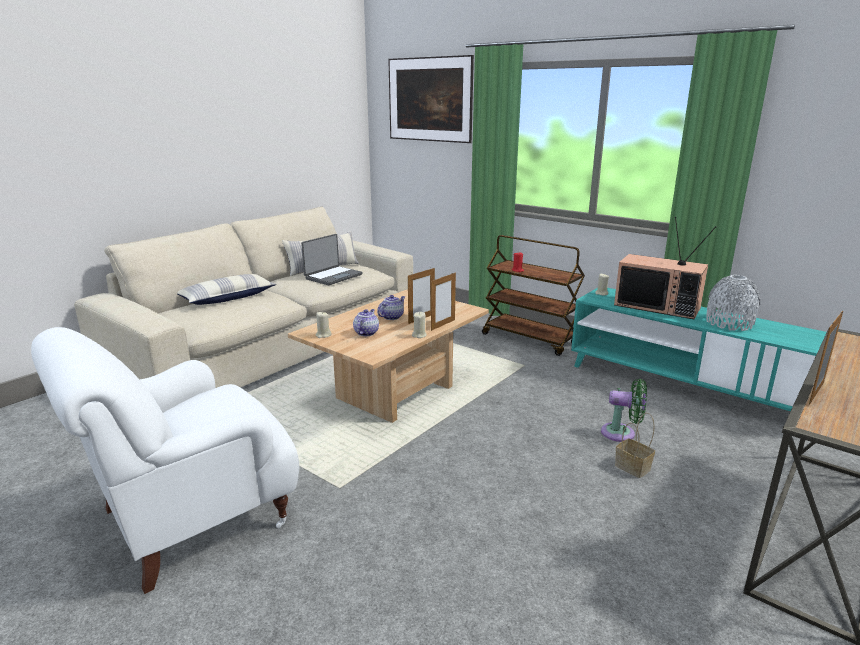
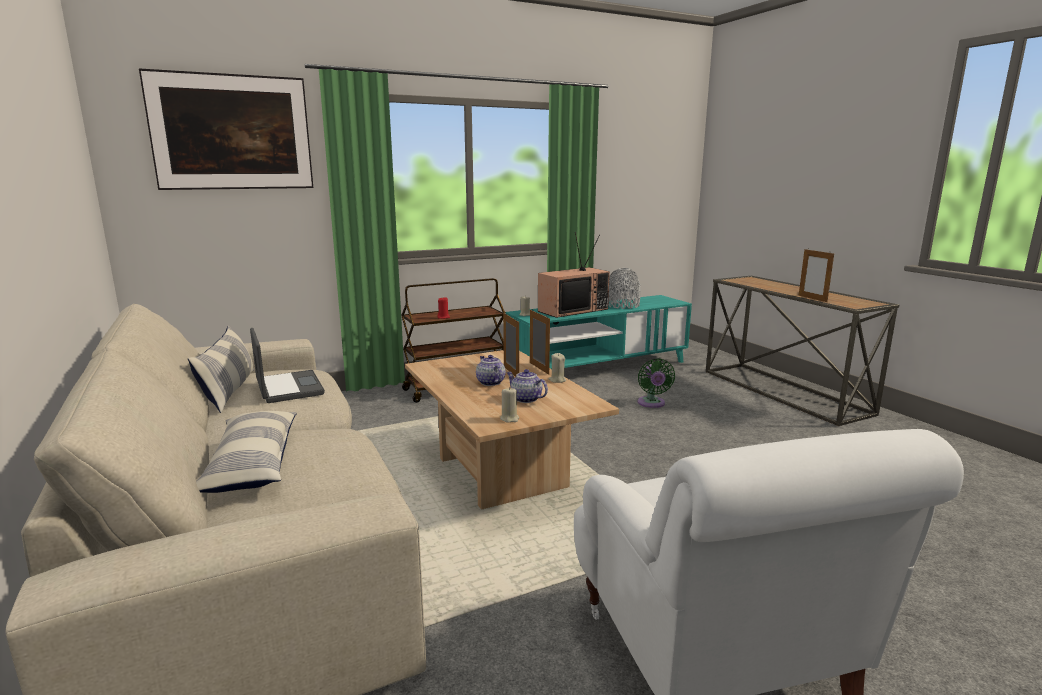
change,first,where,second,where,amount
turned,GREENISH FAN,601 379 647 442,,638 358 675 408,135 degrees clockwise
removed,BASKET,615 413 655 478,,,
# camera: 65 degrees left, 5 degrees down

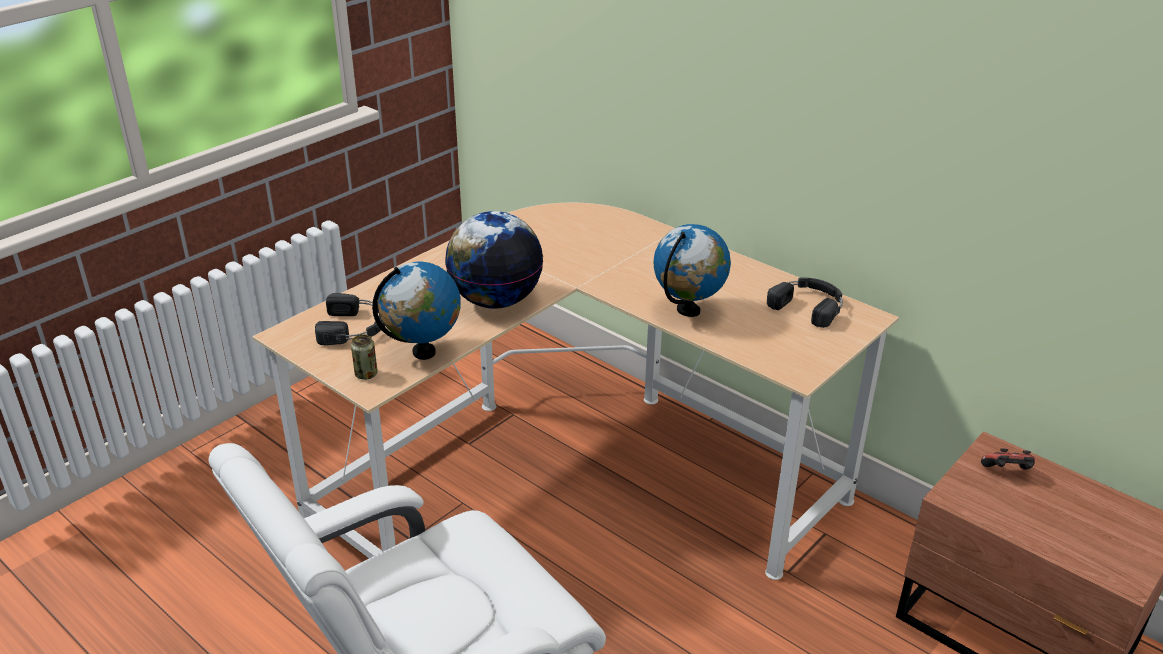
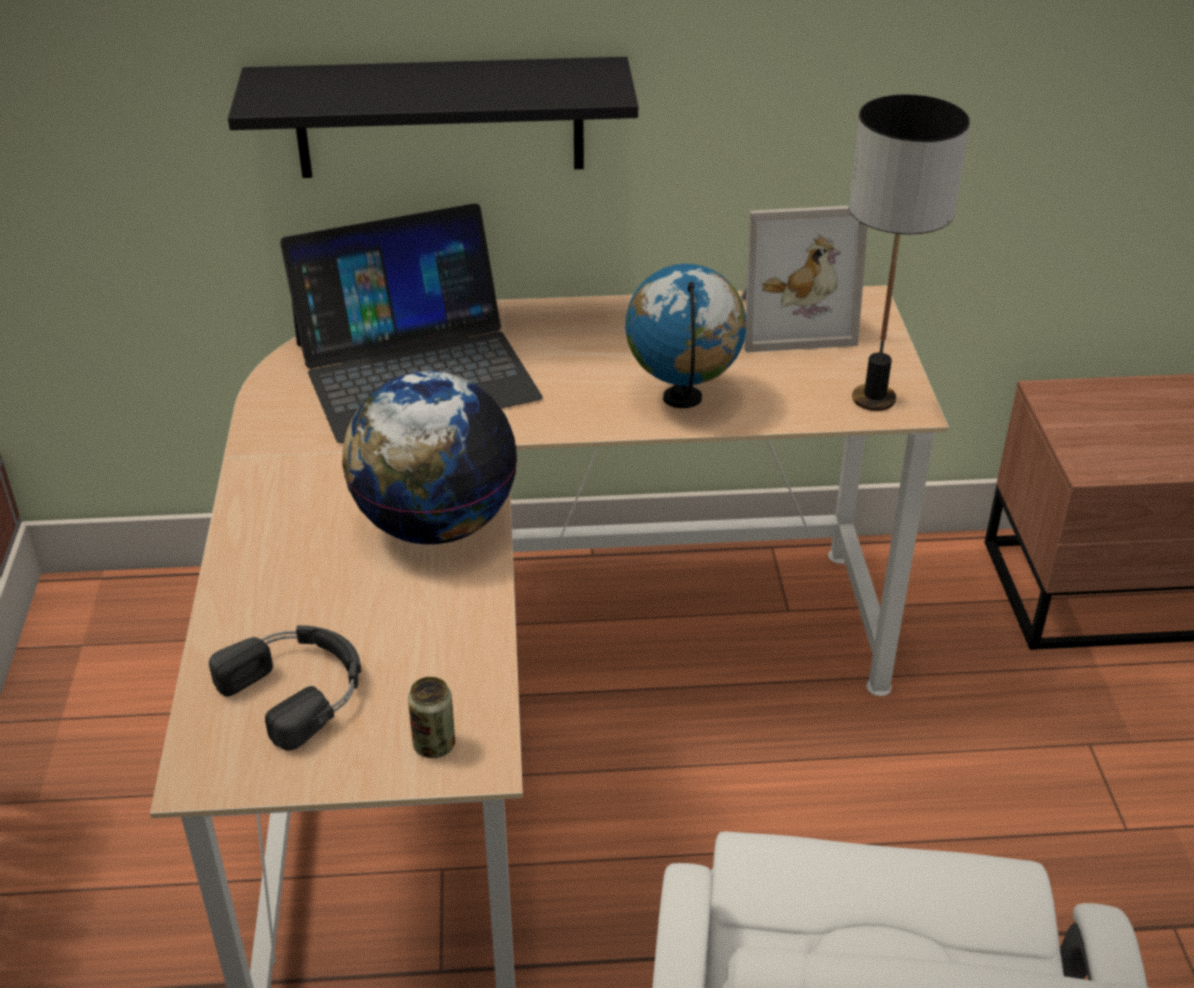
change,first,where,second,where,amount
removed,WORLD GLOBE,372 261 461 360,,,
replaced,BLACKISH PAIR OF HEADPHONES,767 278 843 328,STANDING FRAME,741 206 868 352,
removed,JOYPAD,981 448 1035 469,,,
added,,,BLACKISH SHELF,228 57 638 178,
added,,,NOTEBOOK COMPUTER,280 204 543 443,
added,,,LAMP FOR A TABLE,849 94 970 411,
# camera: 45 degrees left, 5 degrees up

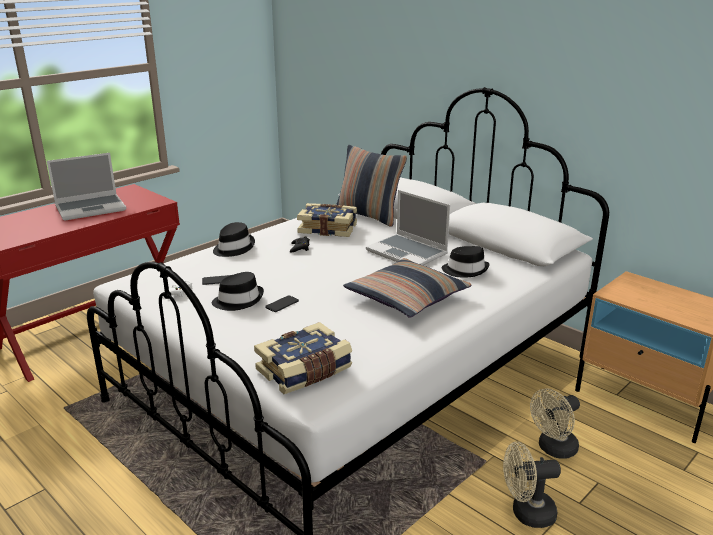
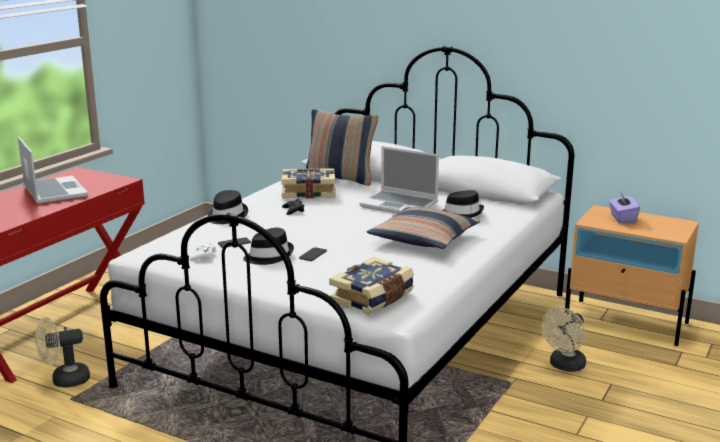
change,first,where,second,where,amount
turned,NOTEBOOK COMPUTER,47 153 126 221,,18 137 88 204,75 degrees counterclockwise
moved,BEIGE-COLOURED FAN,503 442 561 528,,35 317 90 388,
added,,,PURPLE-COLOURED BOX OF TISSUES,609 191 640 223,
# camera: 15 degrees left, 5 degrees down

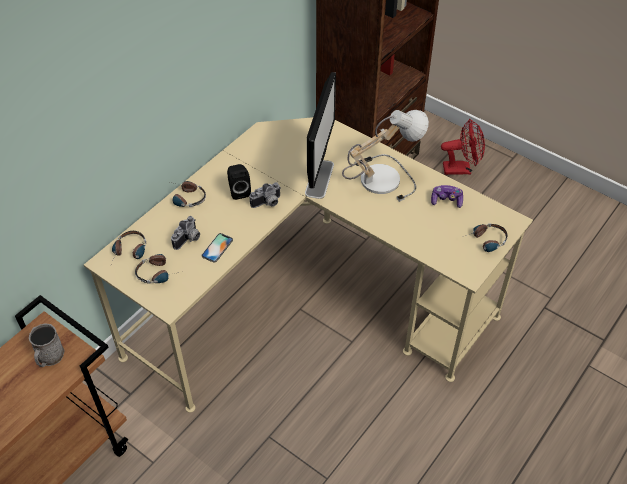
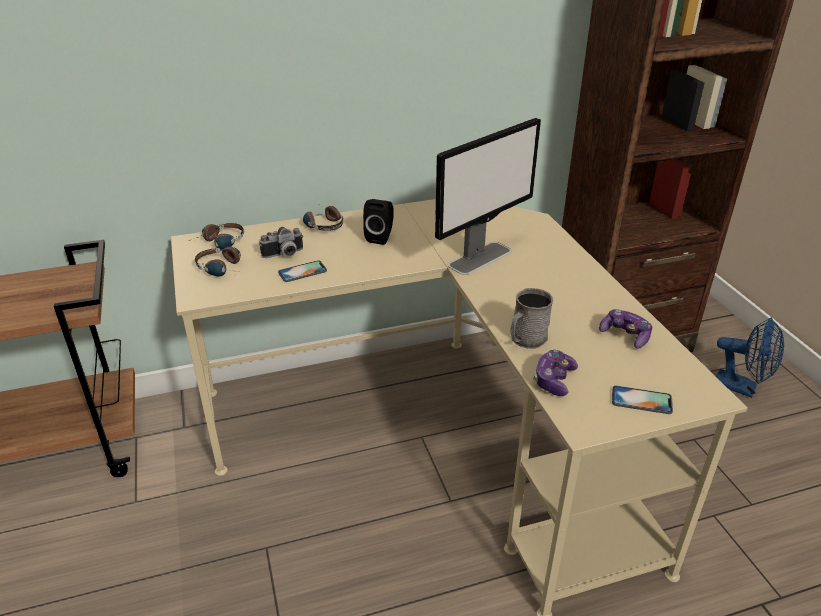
change,first,where,second,where,amount
moved,GREY MUG,29 323 65 367,,510 288 553 349,
removed,PHOTO CAMERA,250 182 281 208,,,
removed,LAMP FOR A TABLE,342 110 429 202,,,
recoloured,RED FAN,441 119 485 175,BLUISH FAN,716 318 784 398,
replaced,PAIR OF HEADPHONES,466 223 508 252,PHONE,612 385 673 414,
added,,,JOYPAD,533 350 578 396,
# camera: 35 degrees right, 15 degrees down

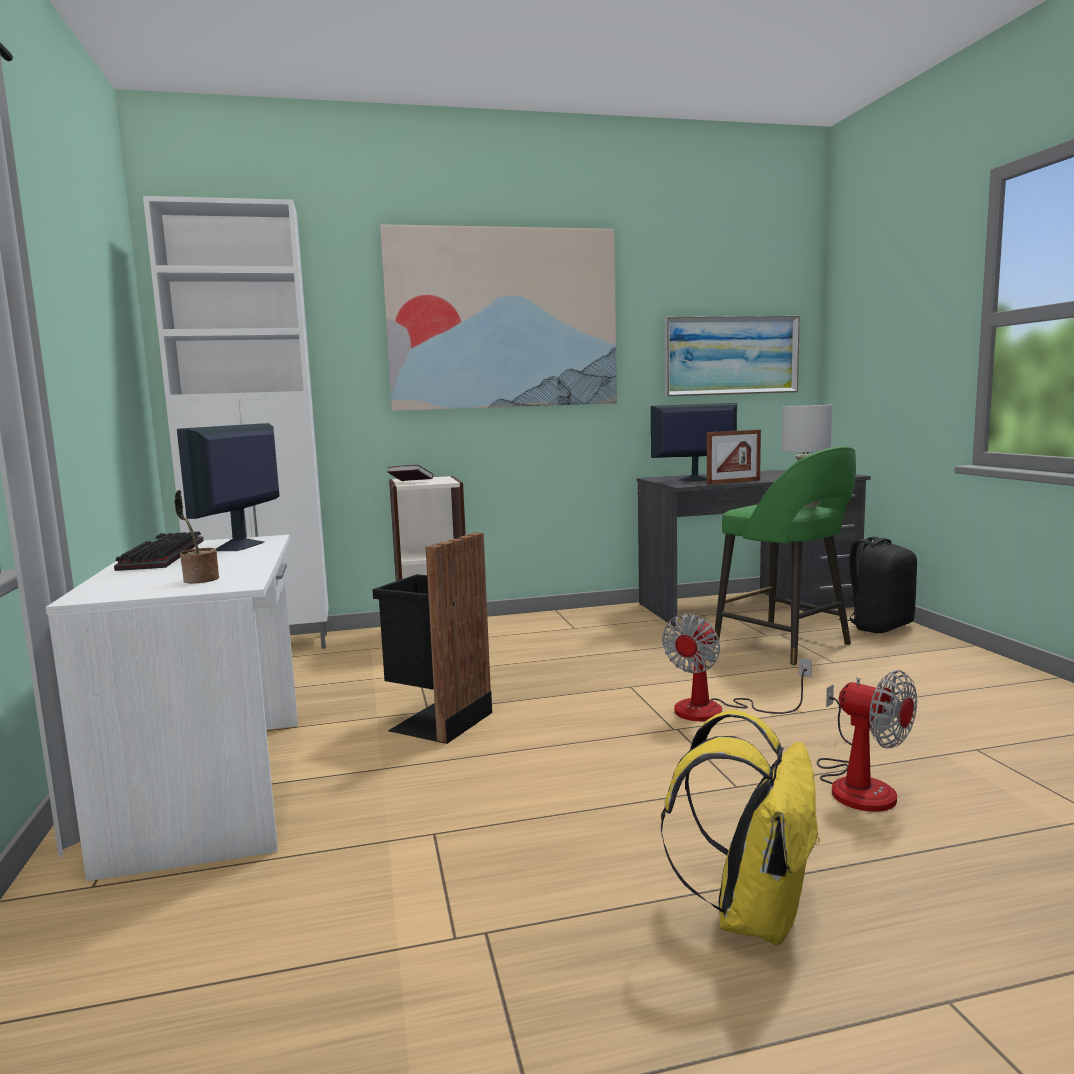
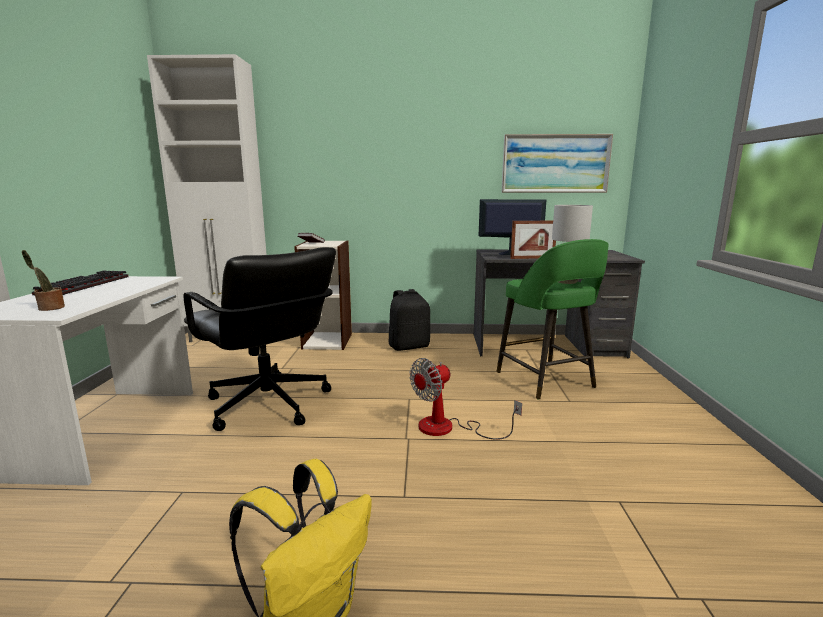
change,first,where,second,where,amount
removed,COMPUTER SCREEN,177 423 280 551,,,
replaced,BLACKISH WASTE BIN,372 533 492 744,BLACKISH DESK CHAIR,183 247 336 431,
removed,PICTURE,380 224 617 411,,,
removed,FAN,817 670 917 812,,,
moved,BLACKISH KNAPSACK,838 536 917 633,,388 289 430 351,
# camera: 15 degrees right, 5 degrees up

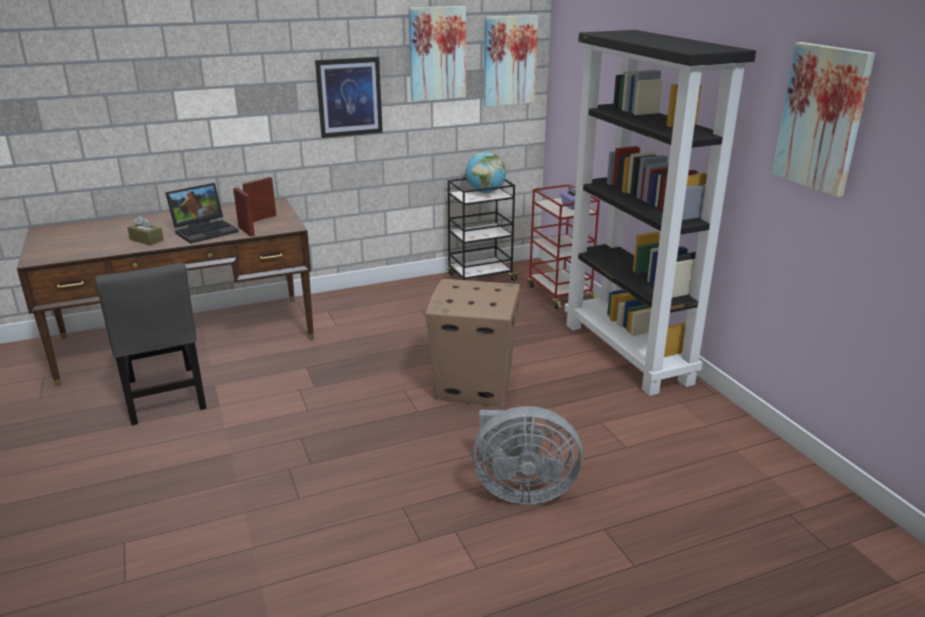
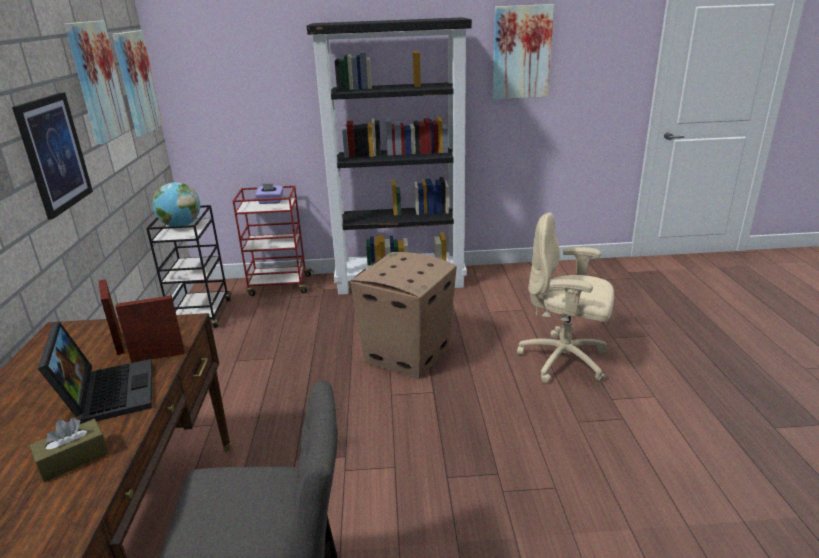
change,first,where,second,where,amount
replaced,GREY FAN,472 406 583 504,BEIGE-COLOURED DESK CHAIR,517 213 614 383,
# camera: 70 degrees left, 0 degrees up

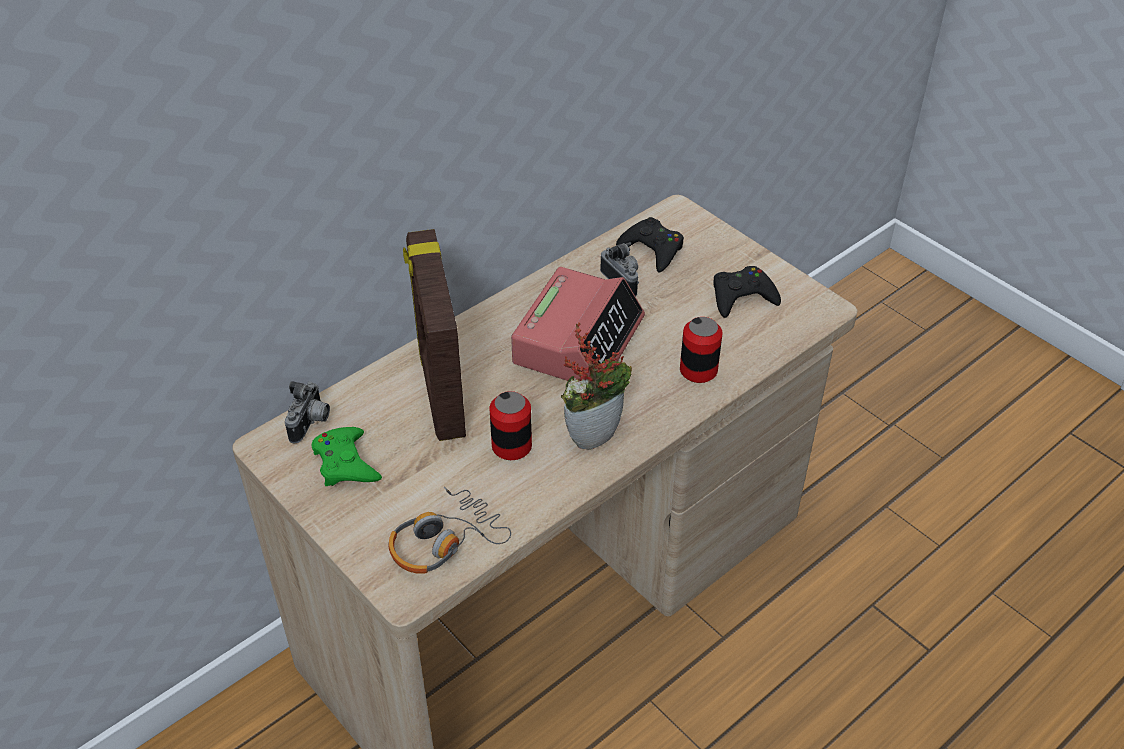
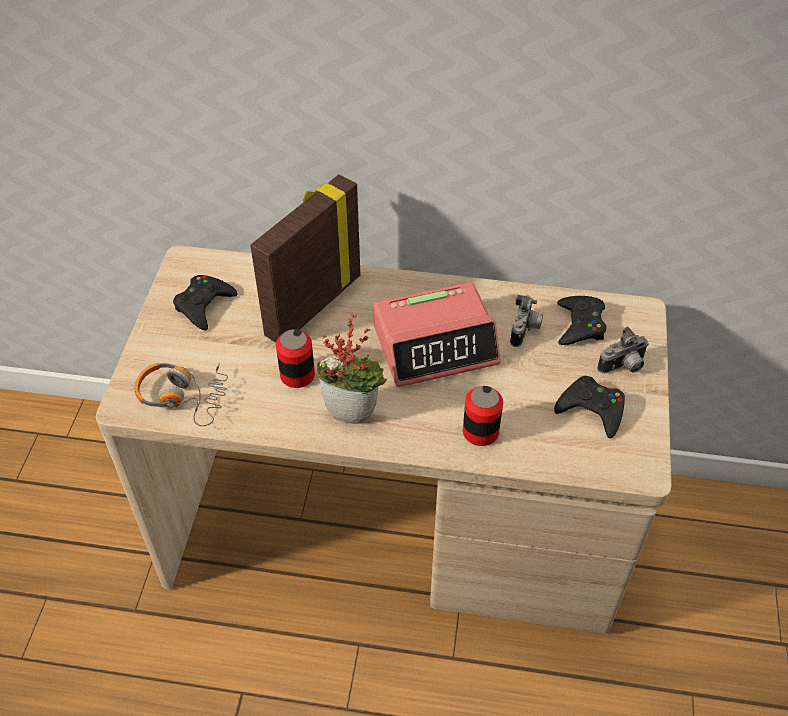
change,first,where,second,where,amount
moved,PHOTO CAMERA,285 381 330 443,,597 327 649 374,
recoloured,GREENISH JOYPAD,312 427 382 486,BLACKISH JOYPAD,173 275 238 331,
# camera: 50 degrees right, 5 degrees up

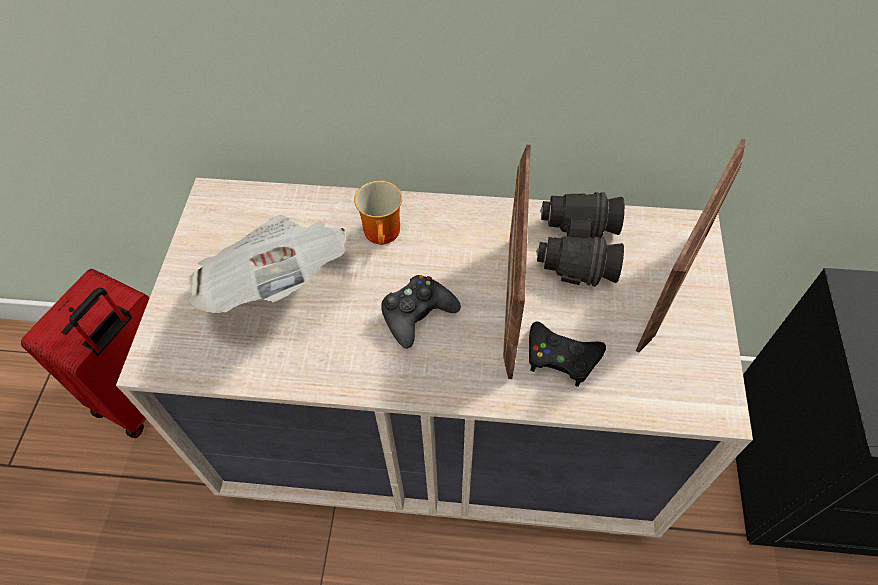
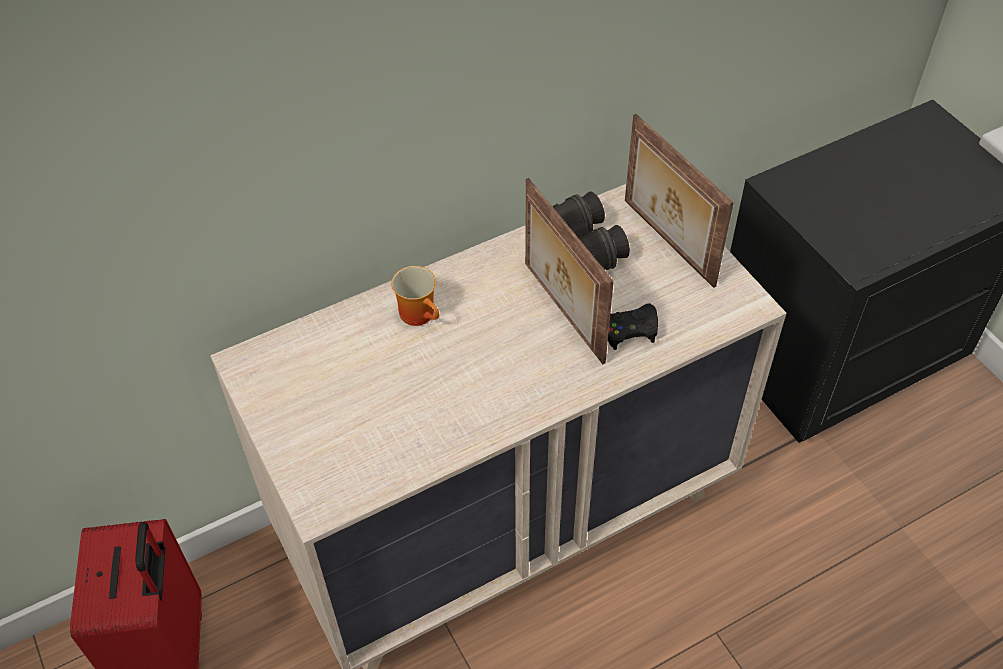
change,first,where,second,where,amount
removed,PRINTED PAPER,190 215 347 313,,,
removed,BLACKISH JOYPAD,381 275 461 349,,,
turned,STANDING FRAME,635 139 745 352,,625 114 734 288,150 degrees clockwise
# camera: 35 degrees left, 5 degrees down

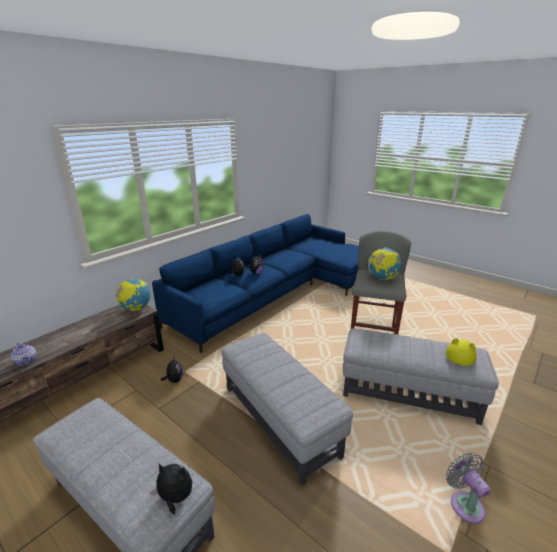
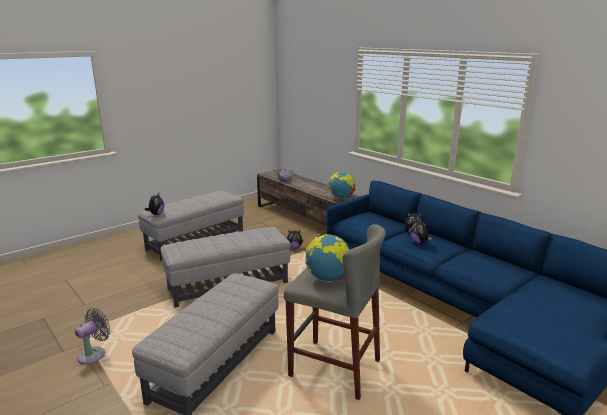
change,first,where,second,where,amount
removed,YELLOW-COLOURED CLOTHING HAT,446 338 477 366,,,
turned,GREY FAN,446 452 491 524,,75 308 111 365,45 degrees counterclockwise
# camera: 100 degrees right, 5 degrees down

